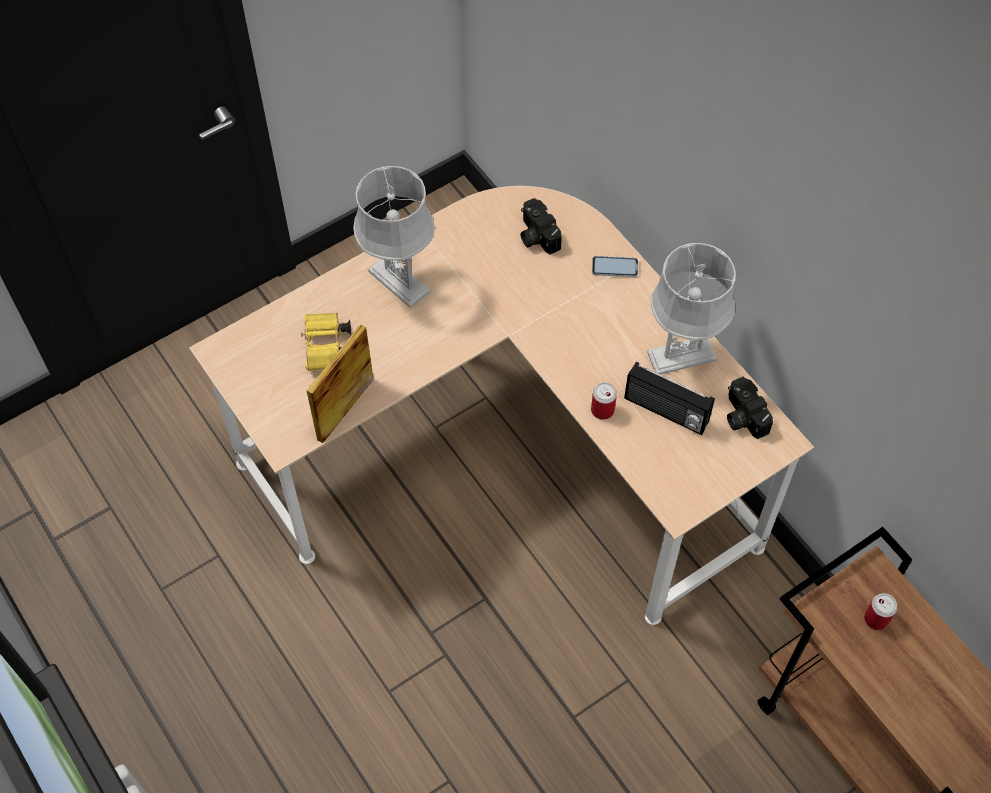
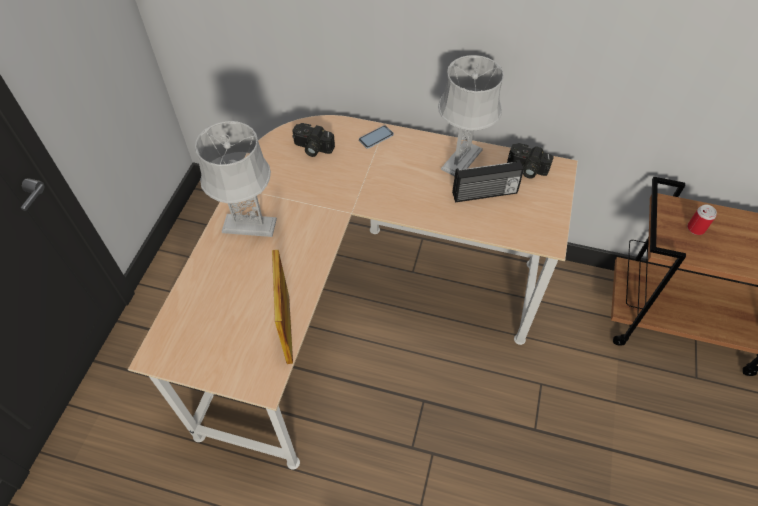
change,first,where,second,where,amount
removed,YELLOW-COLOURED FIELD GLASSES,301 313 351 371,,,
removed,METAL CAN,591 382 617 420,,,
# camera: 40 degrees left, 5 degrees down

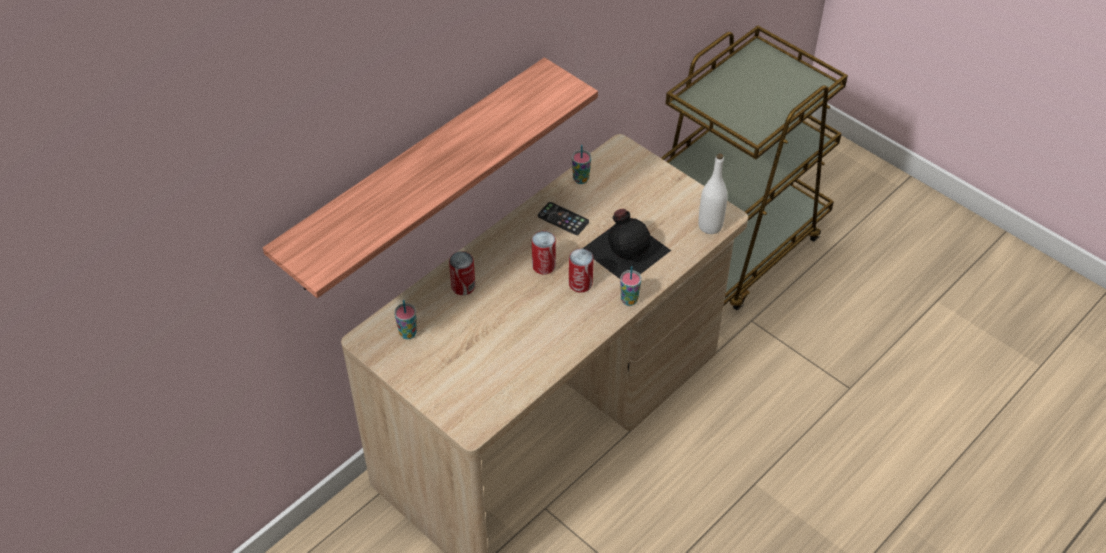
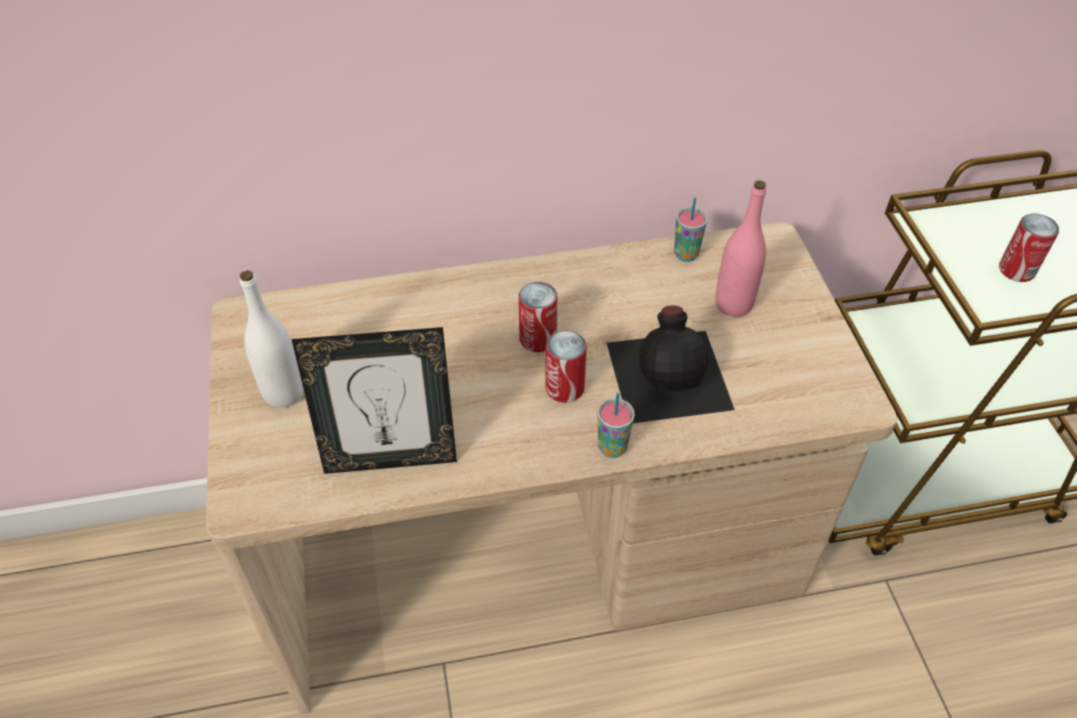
change,first,where,second,where,amount
removed,SHELF,263 57 598 298,,,
removed,SMALL CUP,394 300 417 339,,,
moved,METAL CAN,449 251 475 295,,999 214 1059 282,
removed,PHONE,538 202 589 235,,,
moved,WHITE-COLOURED BEVERAGE BOTTLE,698 153 727 234,,240 270 304 408,
added,,,STANDING FRAME,291 327 457 474,
added,,,PINK-COLOURED BEVERAGE BOTTLE,715 180 766 317,
# camera: 35 degrees right, 0 degrees up

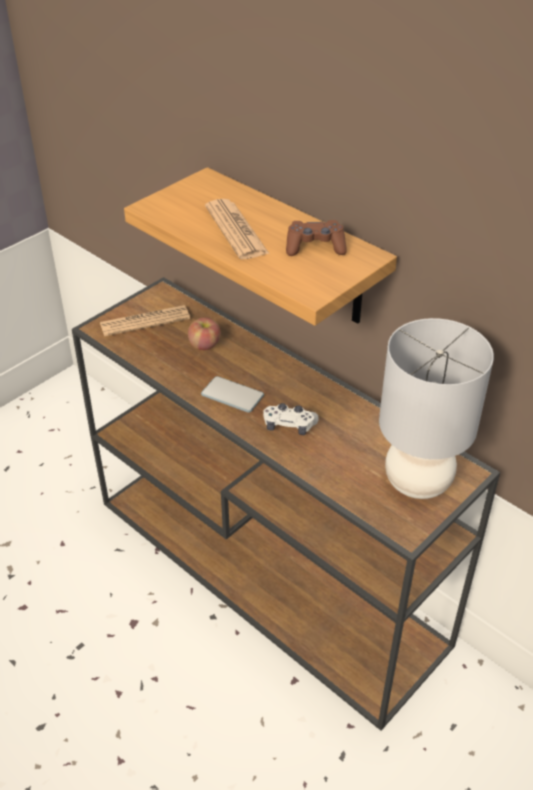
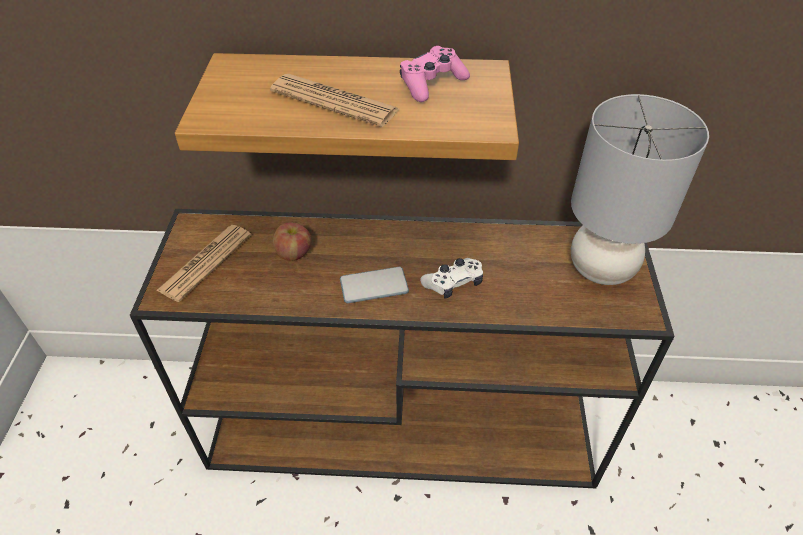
change,first,where,second,where,amount
recoloured,BROWNISH JOYPAD,286 220 347 256,PINK-COLOURED JOYPAD,400 46 470 102,
# camera: 40 degrees left, 5 degrees up

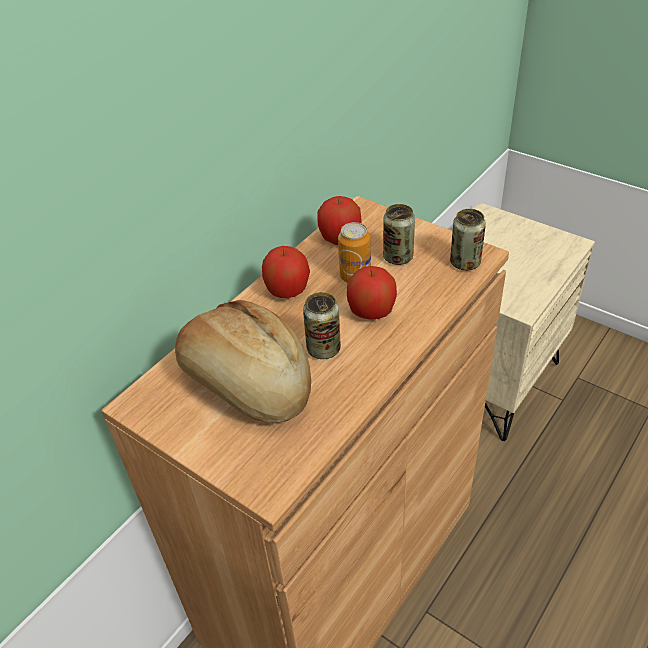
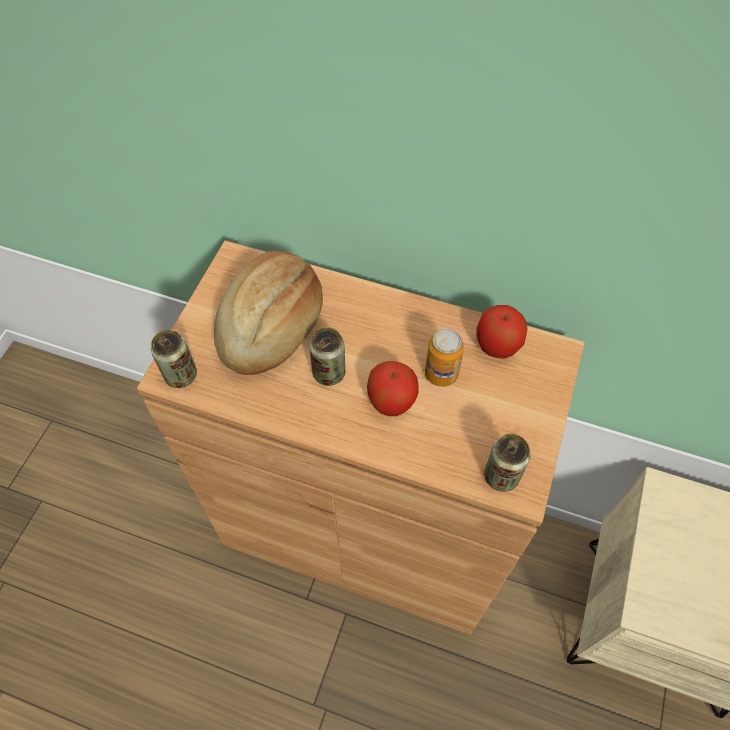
change,first,where,second,where,amount
removed,APPLE FRUIT,262 246 310 298,,,
moved,METAL CAN,383 204 415 265,,151 330 197 388,
# camera: 70 degrees right, 15 degrees up

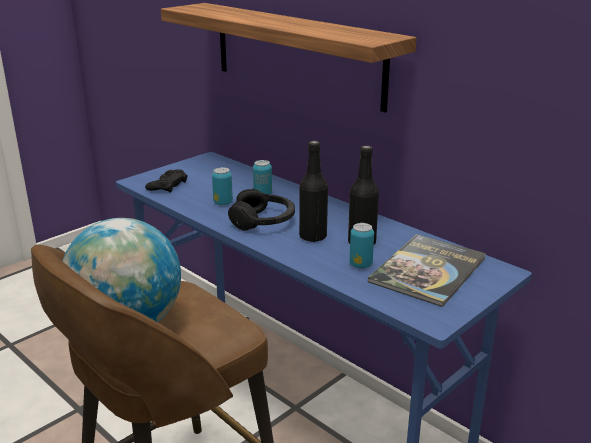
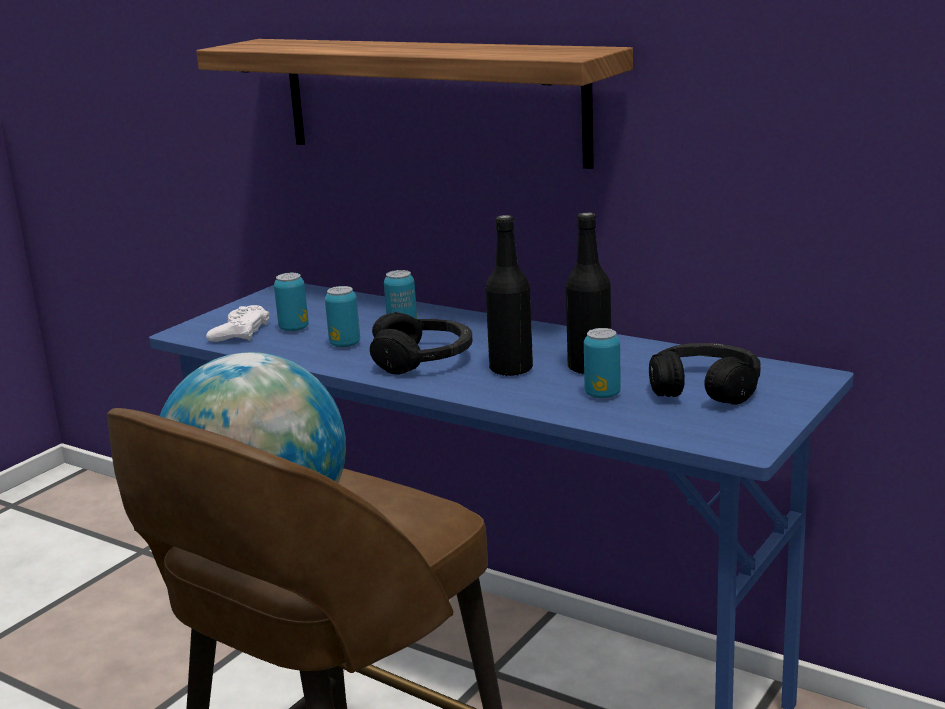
change,first,where,second,where,amount
recoloured,BLACKISH JOYPAD,145 169 188 192,WHITE-COLOURED JOYPAD,206 305 269 342,
replaced,BOOK,368 234 486 307,BLACKISH PAIR OF HEADPHONES,649 343 761 405,
added,,,METAL CAN,274 273 309 332,
# camera: 10 degrees left, 5 degrees down

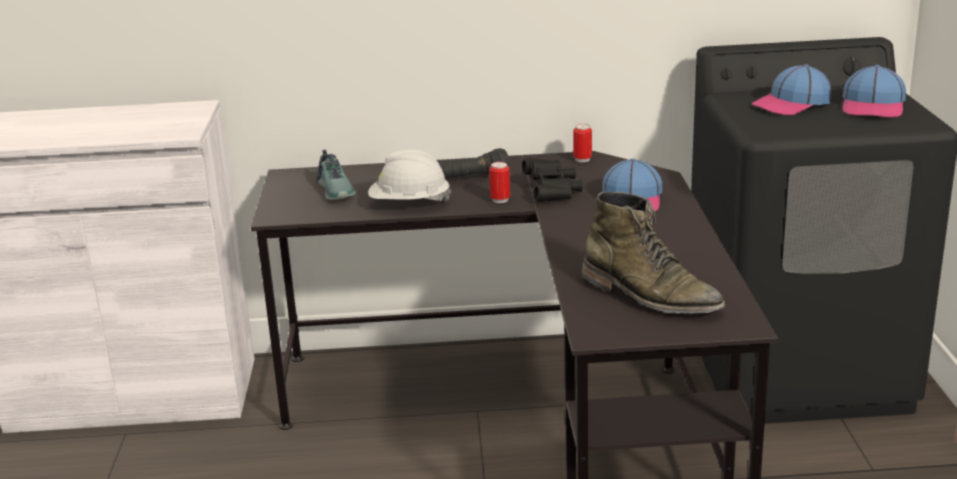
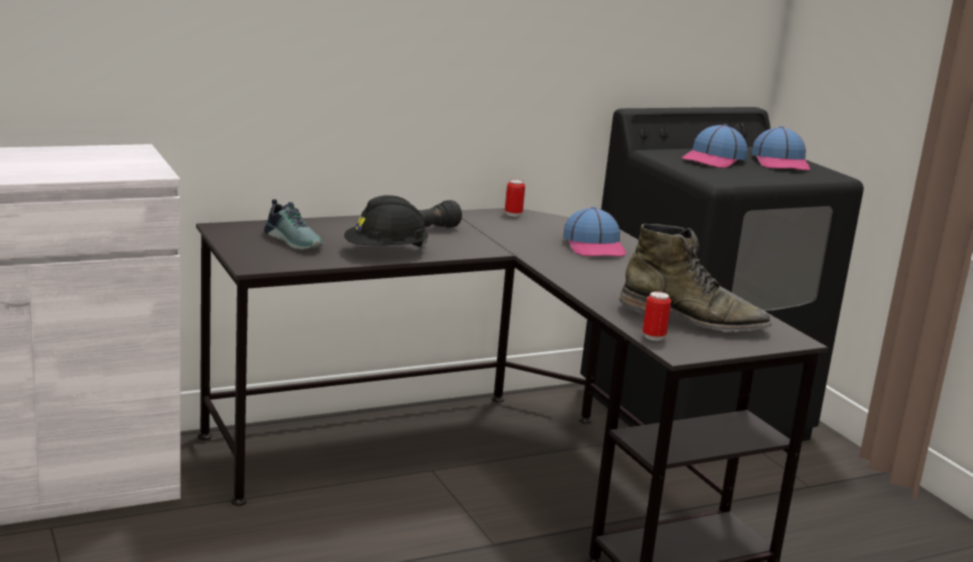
change,first,where,second,where,amount
recoloured,WHITE-COLOURED WORK HELMET,368 150 451 202,BLACKISH WORK HELMET,344 195 428 250,
moved,METAL CAN,489 162 510 203,,643 291 671 341,
removed,BLACKISH FIELD GLASSES,522 158 583 201,,,
# camera: 25 degrees left, 5 degrees down

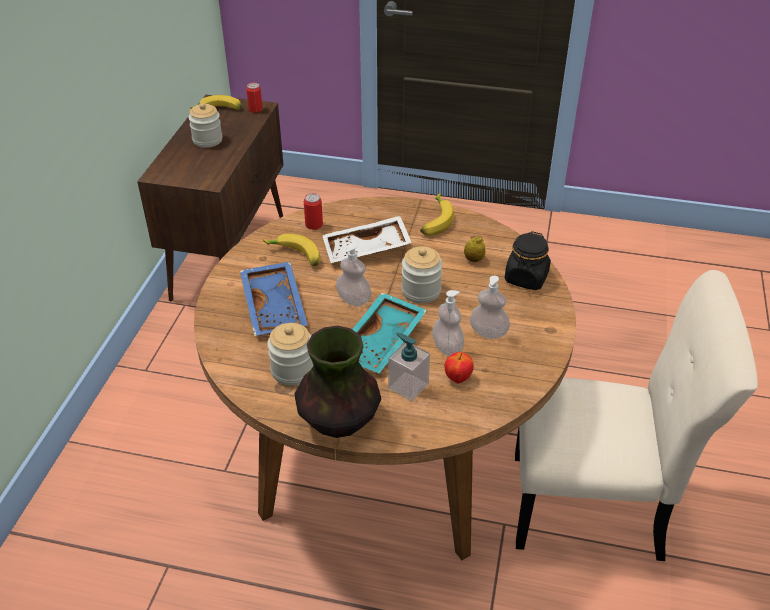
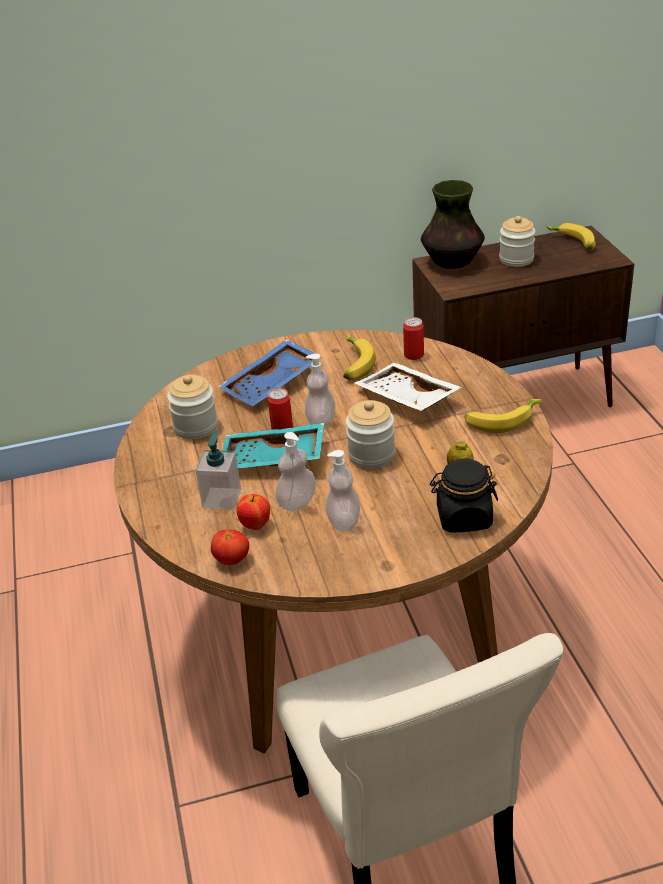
change,first,where,second,where,amount
moved,METAL CAN,246 83 263 113,,268 388 293 430,
moved,VASE,295 325 381 438,,421 180 485 269,
added,,,TOMATO,211 530 249 565,
# camera: 65 degrees right, 5 degrees down

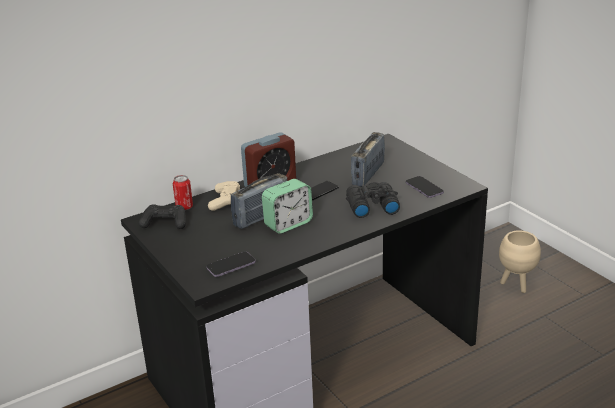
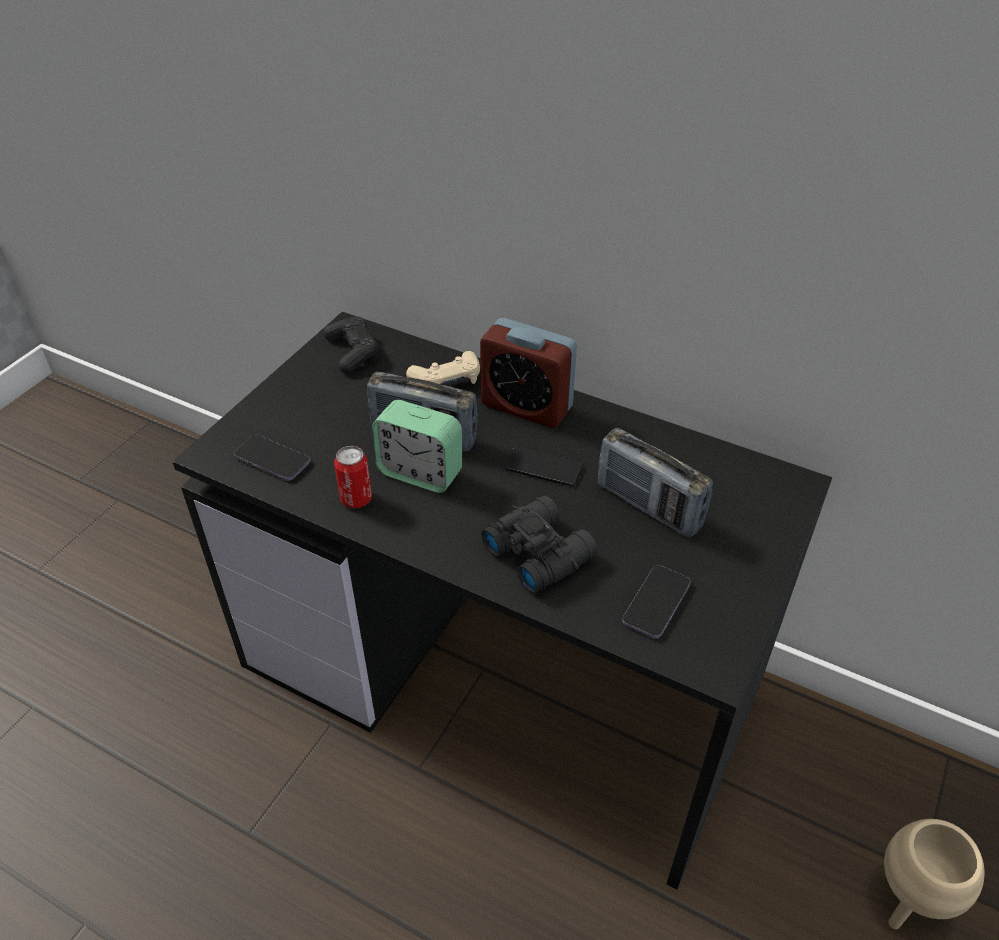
change,first,where,second,where,amount
moved,METAL CAN,173 175 193 210,,334 446 372 508,
turned,RADIO SET,351 132 385 187,,598 428 713 538,135 degrees counterclockwise
# camera: 60 degrees right, 15 degrees up

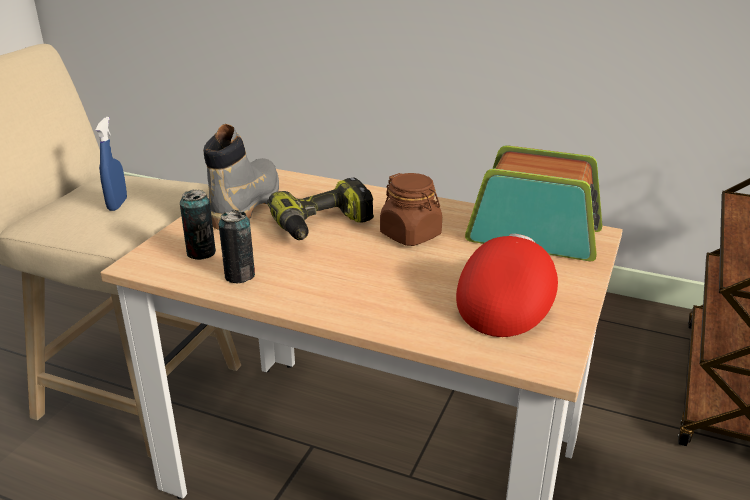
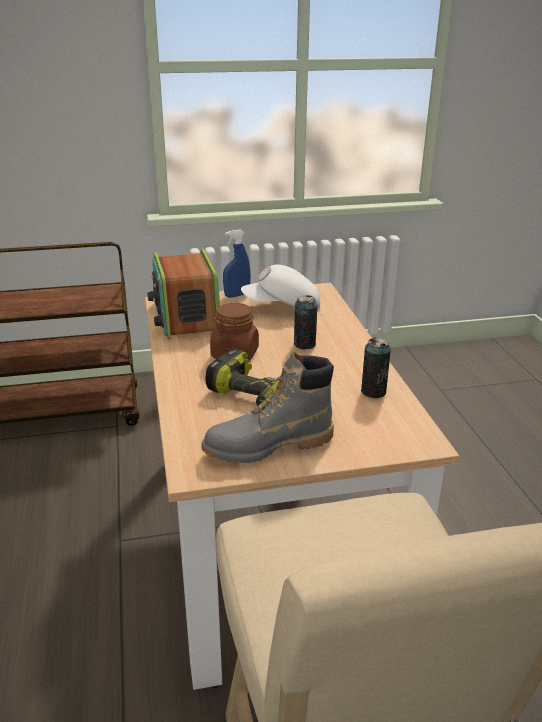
change,first,where,second,where,amount
moved,BLUISH HAND SPRAYER,96 117 127 211,,223 229 250 298,
moved,METAL CAN,180 190 216 260,,294 295 317 349,
recoloured,RED BASEBALL CAP,456 234 558 337,WHITE-COLOURED BASEBALL CAP,241 265 320 310,
# camera: 125 degrees left, 0 degrees up

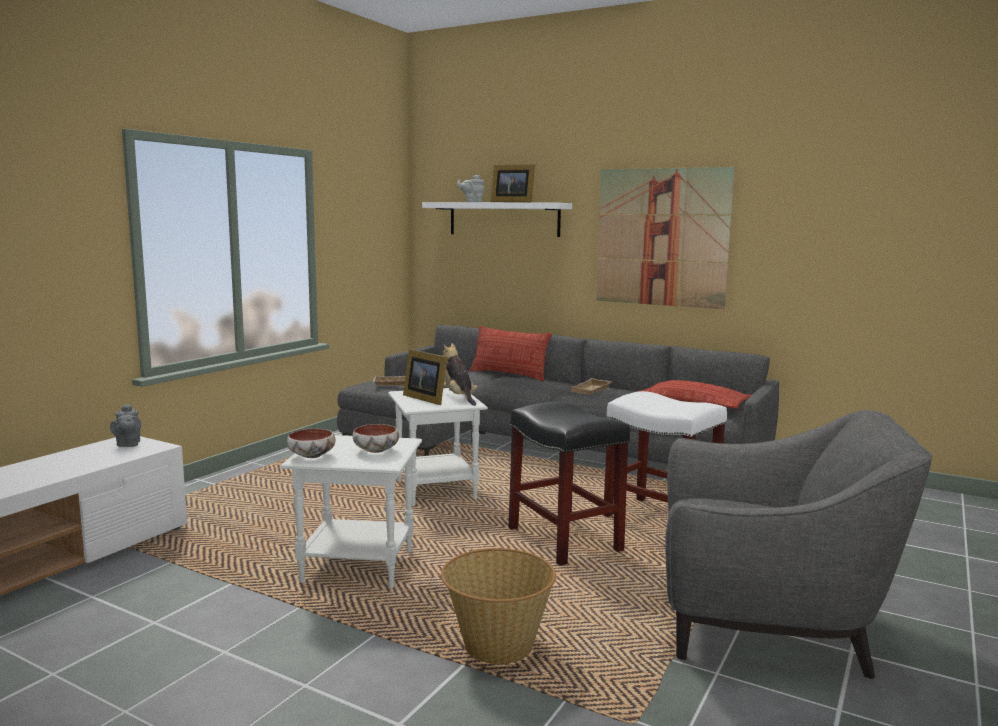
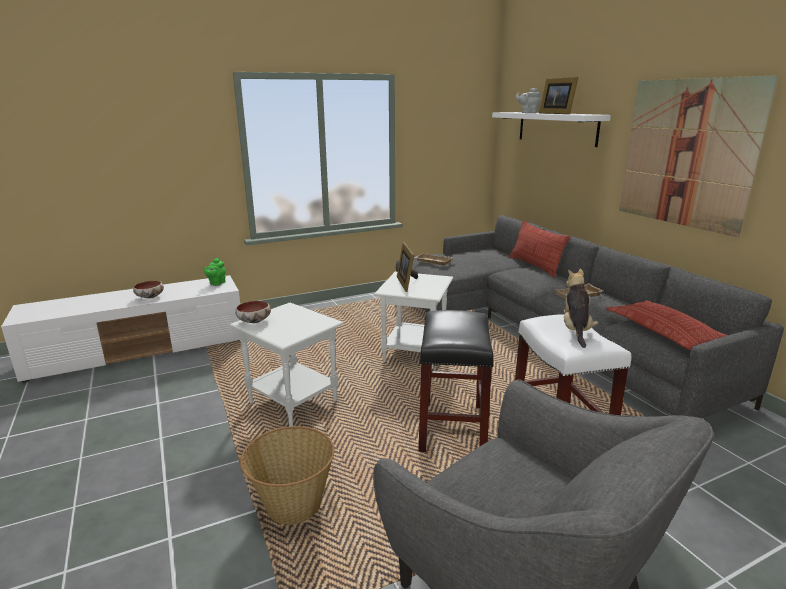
change,first,where,second,where,amount
recoloured,GREY TEA POT,110 403 141 447,GREENISH TEA POT,204 258 226 286,
moved,SERVING BOWL,352 424 399 453,,133 281 164 299,
moved,SOFT TOY,443 343 478 406,,564 269 598 348,
# camera: 35 degrees right, 10 degrees up

